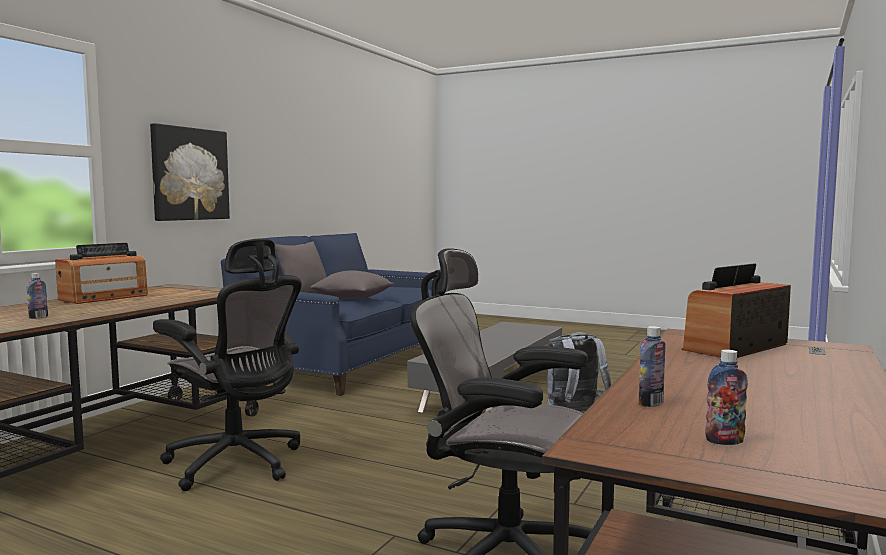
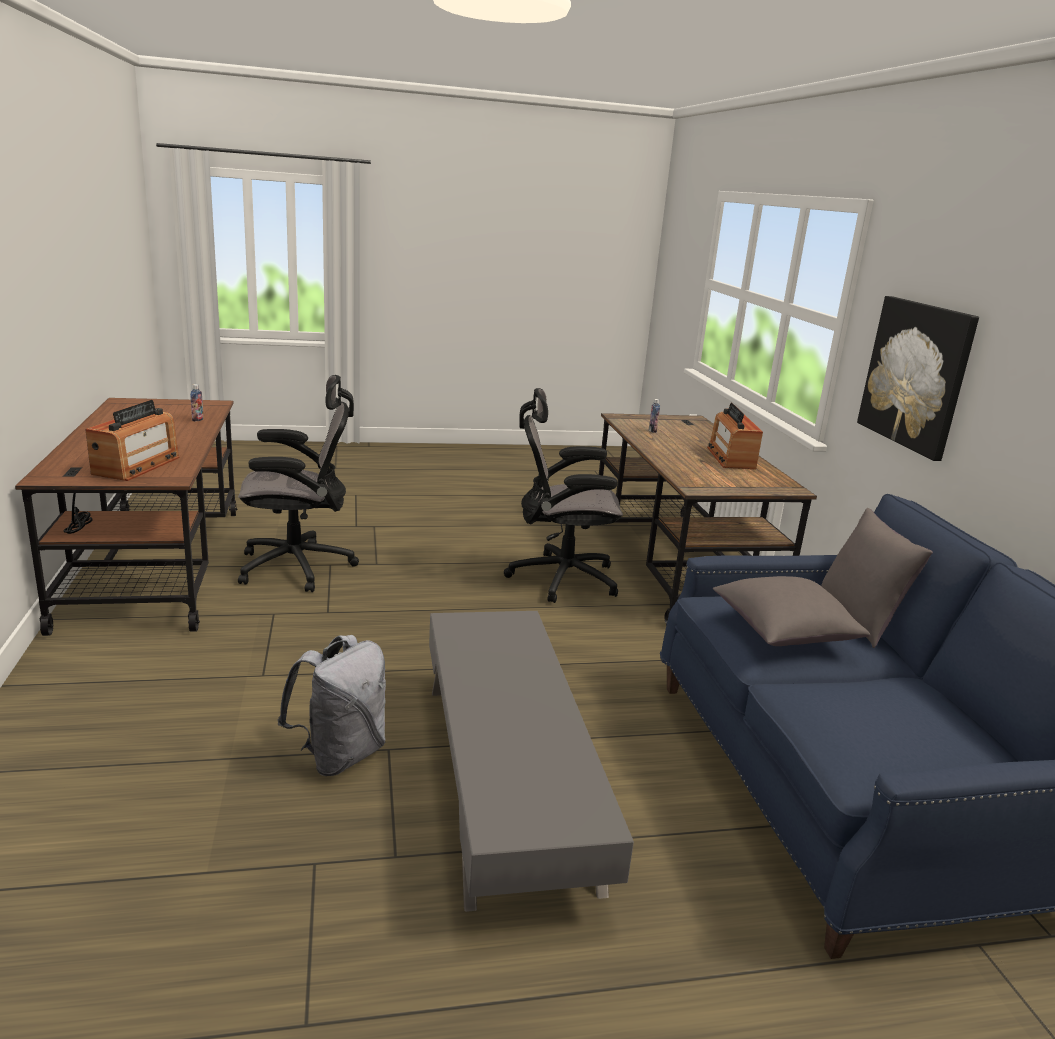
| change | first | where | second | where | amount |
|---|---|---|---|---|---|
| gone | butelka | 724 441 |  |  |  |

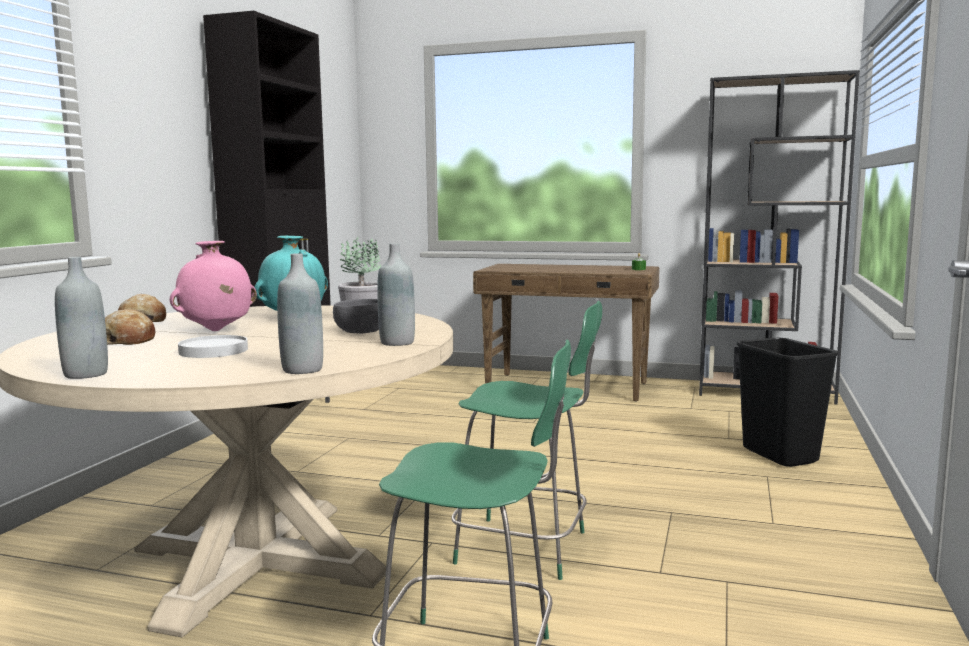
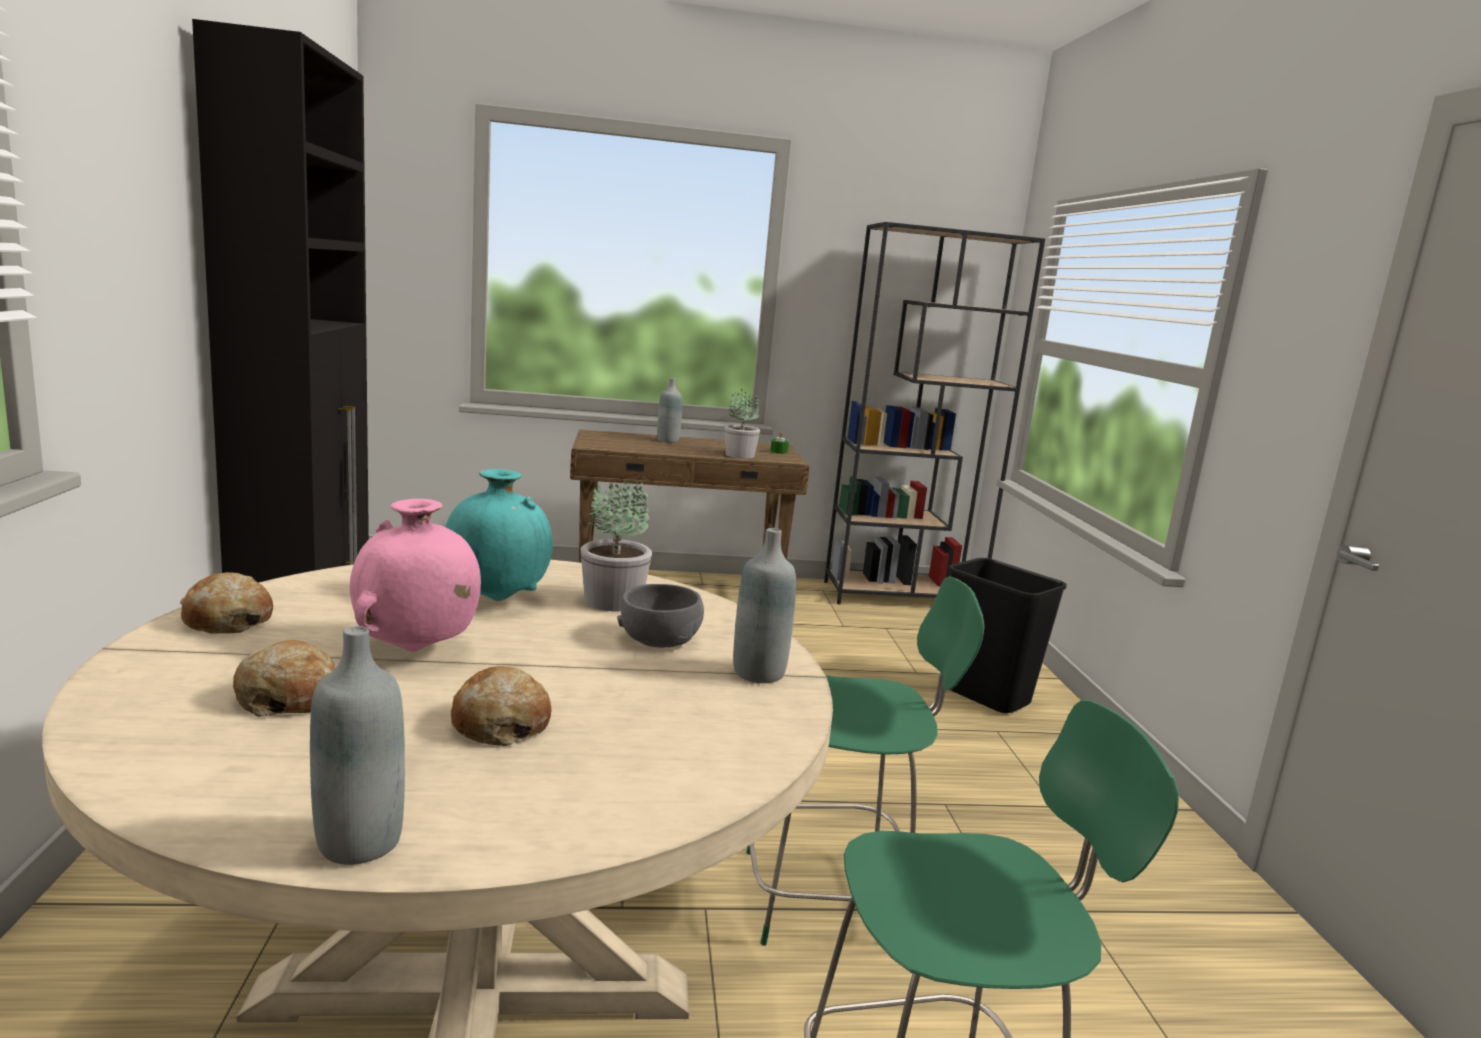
| change | first | where | second | where | amount |
|---|---|---|---|---|---|
| swapped | talerz [biały] | 213 351 | chleb | 500 724 |  |
| shifted | butelka [szary] | 302 370 |  | 668 440 |  |
| new |  |  | roślina doniczkowa | 739 455 |  |

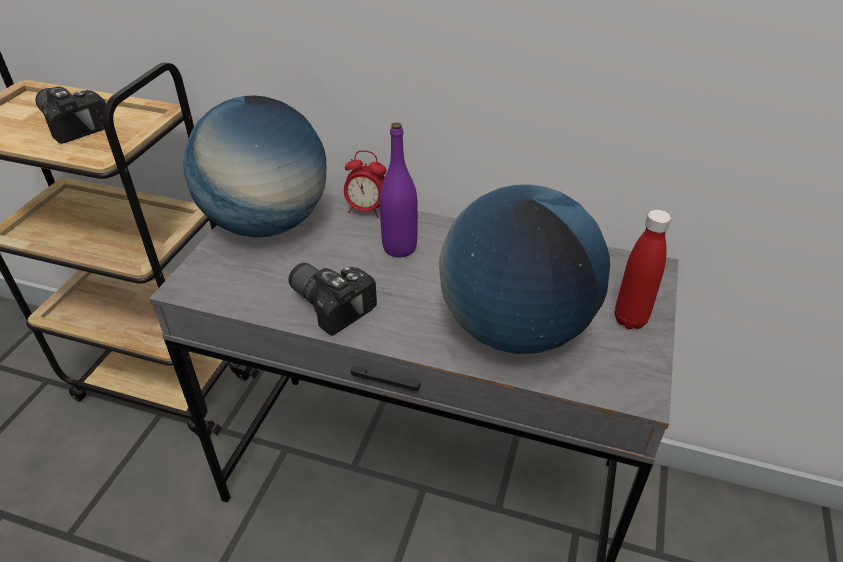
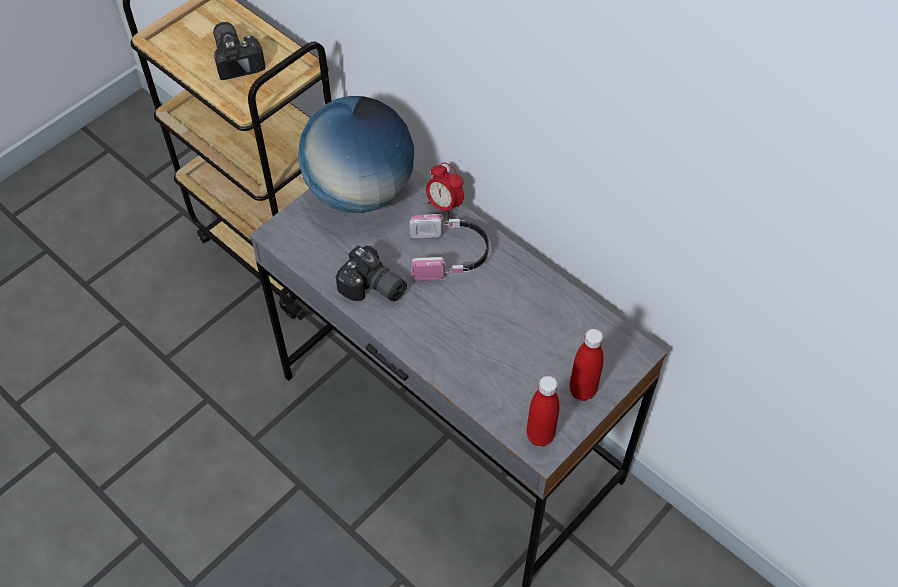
| change | first | where | second | where | amount |
|---|---|---|---|---|---|
| rotated | aparat fotograficzny | 332 303 |  | 373 289 | 150 degrees clockwise |
| swapped | butelka [fioletowy] | 399 248 | słuchawki | 449 255 |  |
| new |  |  | butelka [czerwony] | 540 435 |  |
| gone | globus | 515 329 |  |  |  |

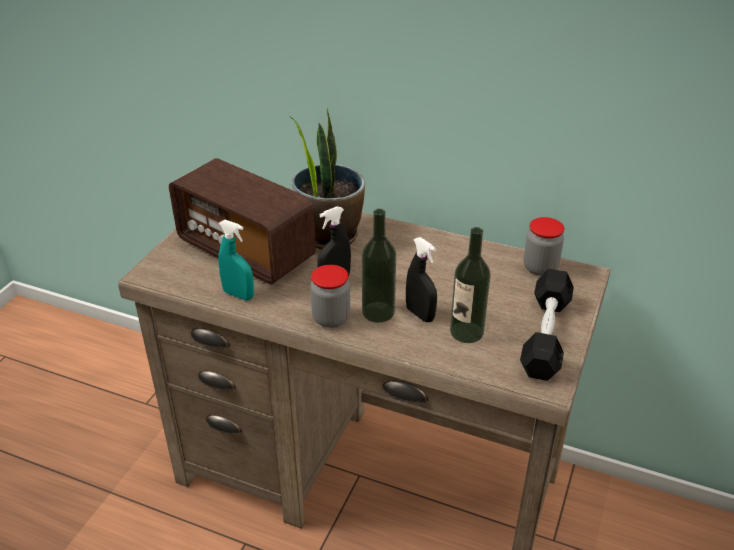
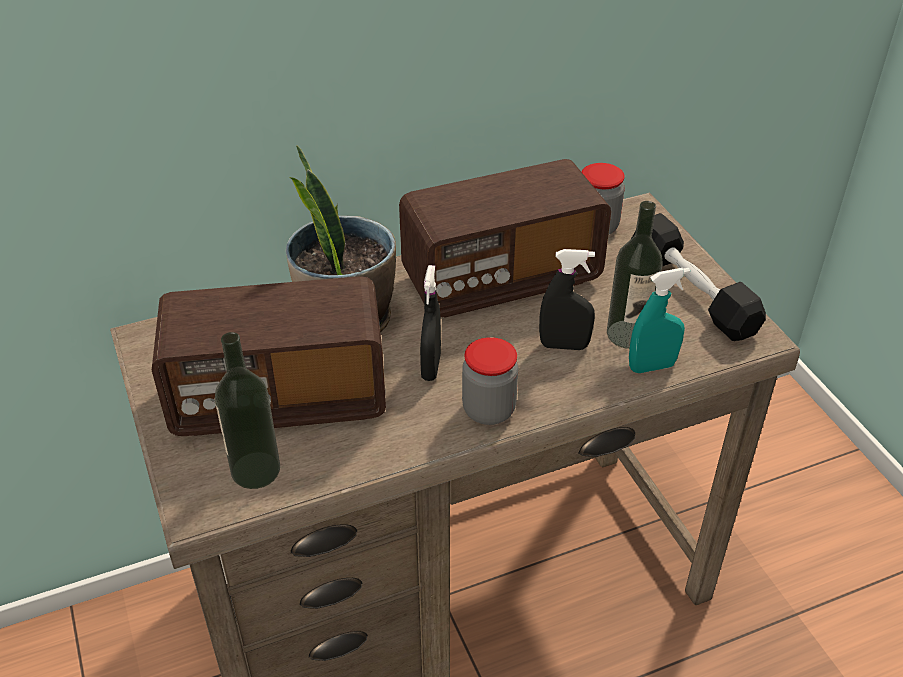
| change | first | where | second | where | amount |
|---|---|---|---|---|---|
| shifted | butelka | 378 312 |  | 255 470 |  |
| new |  |  | radio | 501 279 |  |
| shifted | spryskiwacz [turkusowy] | 238 295 |  | 652 366 |  |

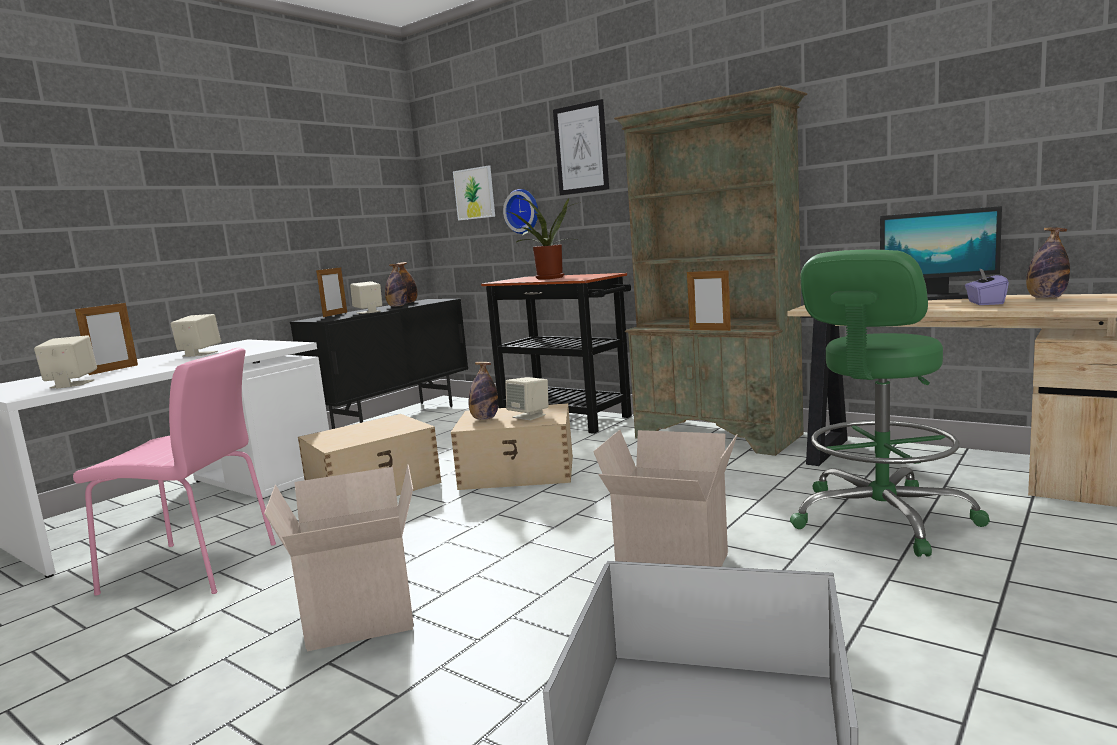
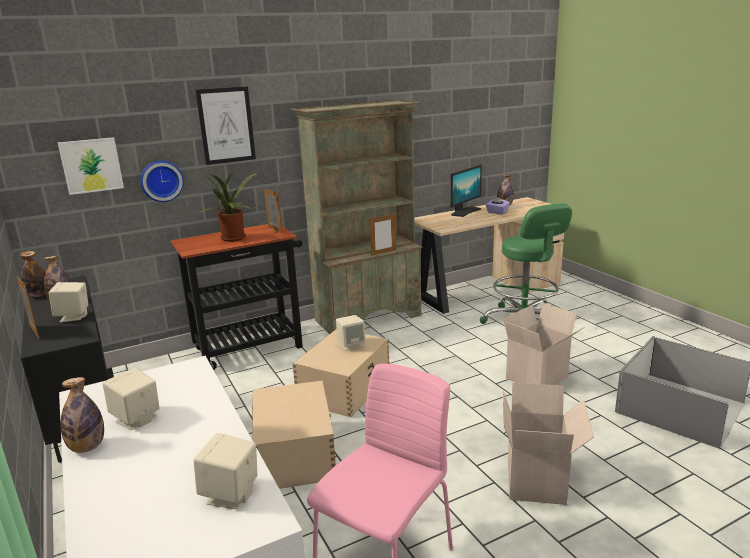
| change | first | where | second | where | amount |
|---|---|---|---|---|---|
| shifted | butelka | 484 419 |  | 87 447 |  |
| shifted | ramka na zdjęcie | 114 370 |  | 274 230 |  |

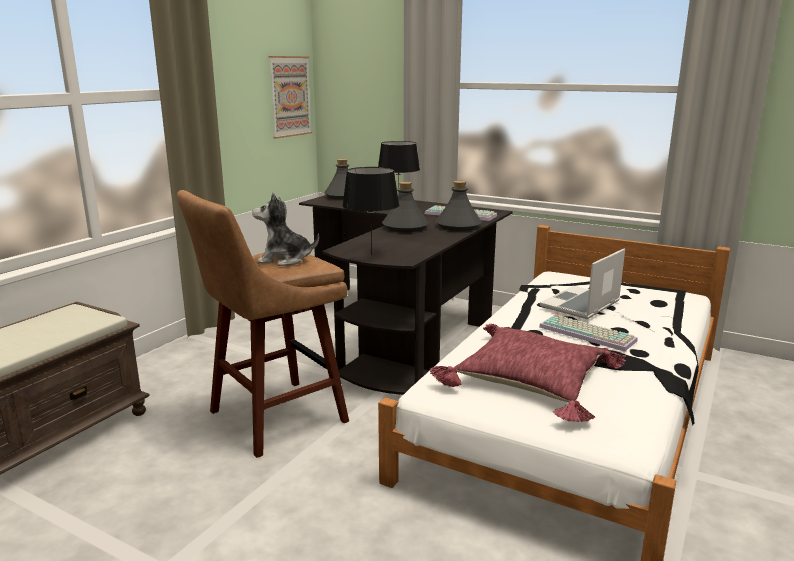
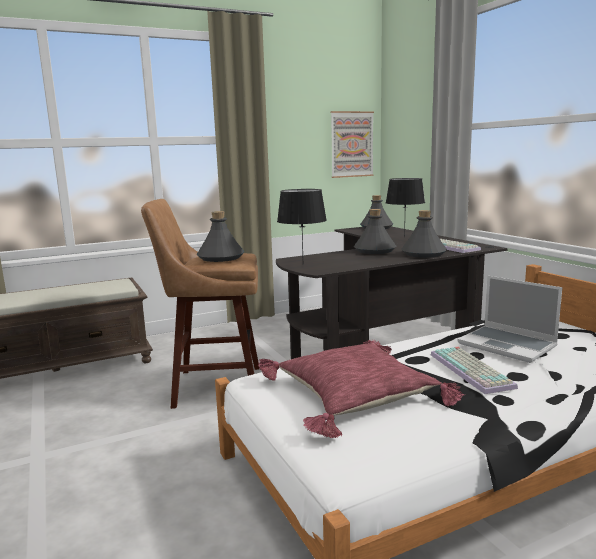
| change | first | where | second | where | amount |
|---|---|---|---|---|---|
| swapped | pluszak | 284 260 | butelka [szary] | 220 258 |  |
| rotated | laptop | 580 305 |  | 508 345 | 120 degrees counterclockwise |

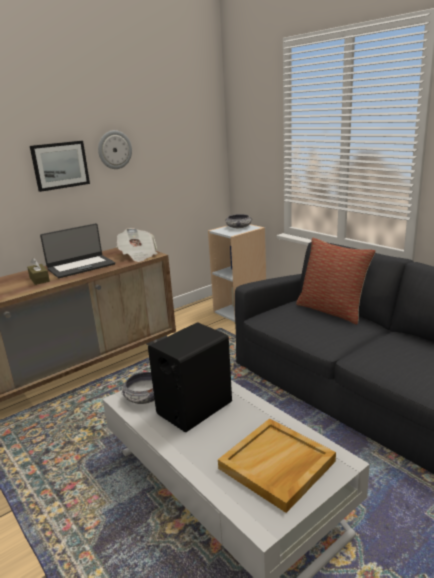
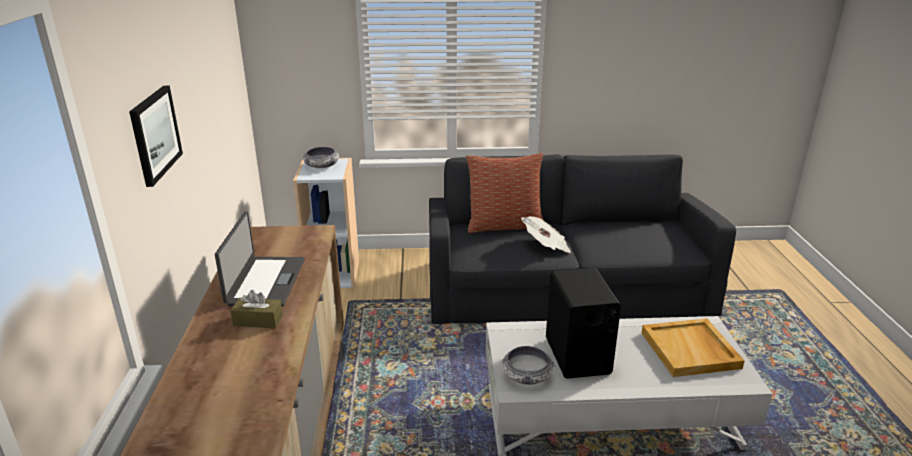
| change | first | where | second | where | amount |
|---|---|---|---|---|---|
| shifted | gazeta | 138 255 |  | 546 246 |  |
| gone | zegar ścienny | 114 150 |  |  |  |

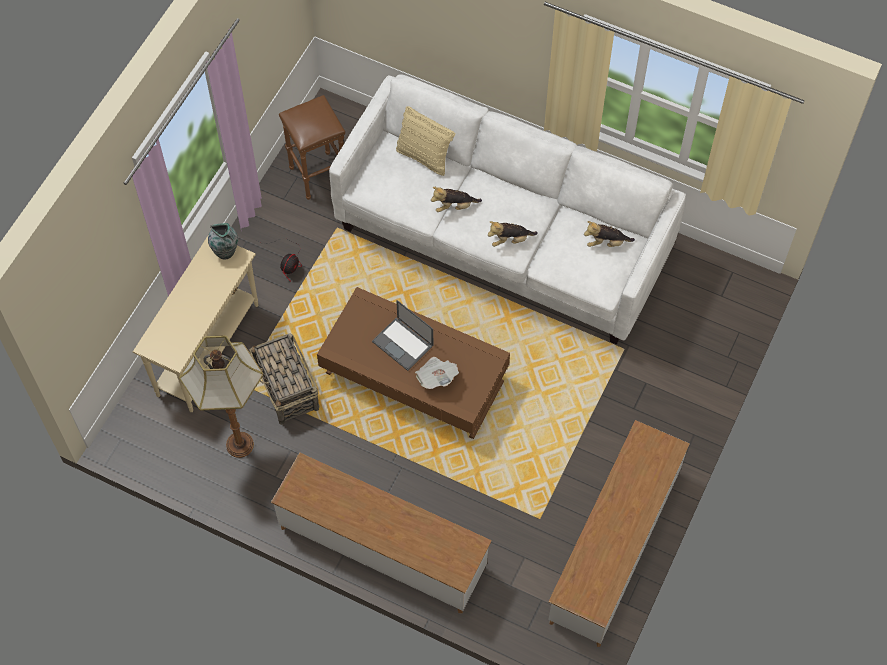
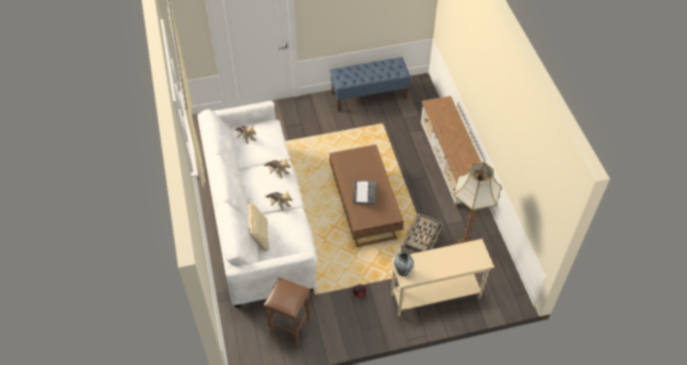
| change | first | where | second | where | amount |
|---|---|---|---|---|---|
| swapped | szafka pod telewizor | 614 546 | ławka [niebieski] | 369 96 |  |
| gone | gazeta | 436 377 |  |  |  |

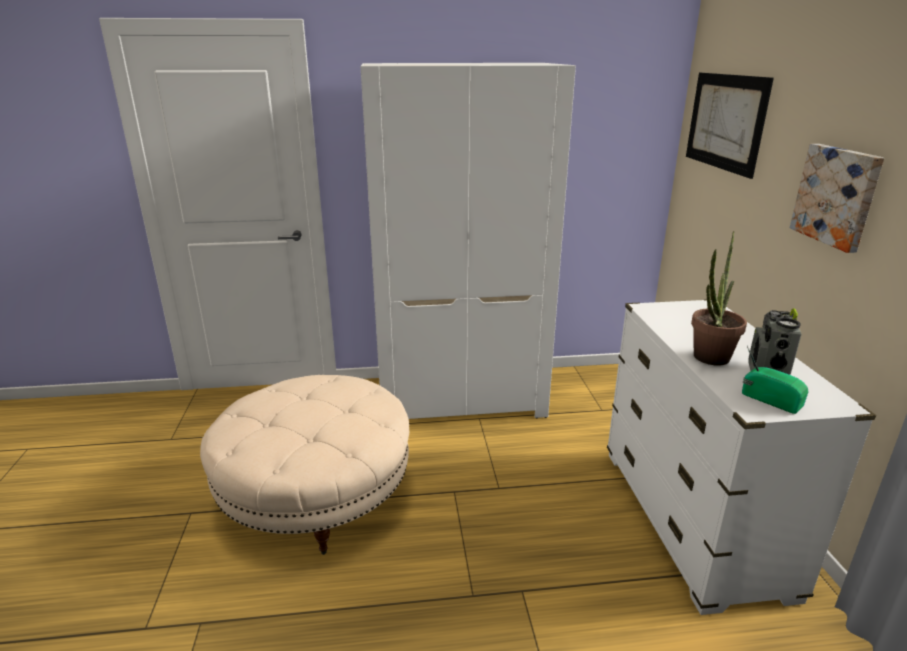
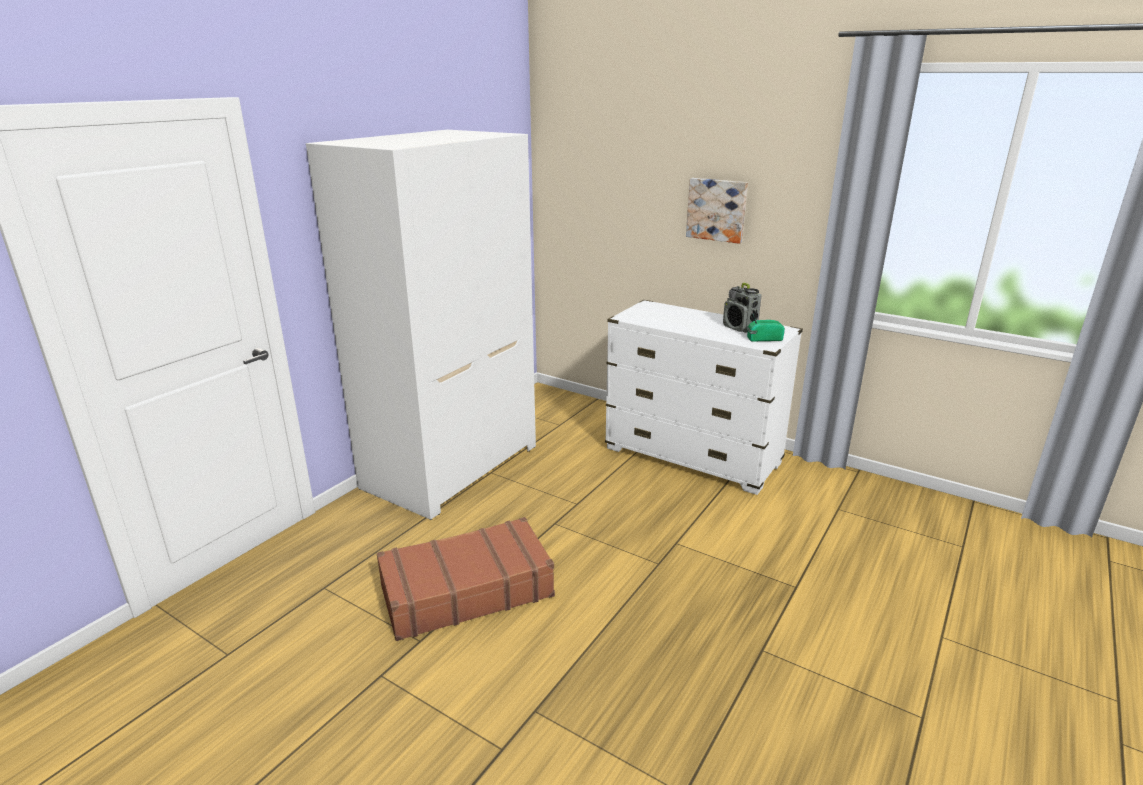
| change | first | where | second | where | amount |
|---|---|---|---|---|---|
| swapped | pufa [beżowy] | 316 496 | walizka [brązowy] | 466 590 |  |
| gone | obraz | 725 122 |  |  |  |
| gone | roślina doniczkowa | 708 360 |  |  |  |

